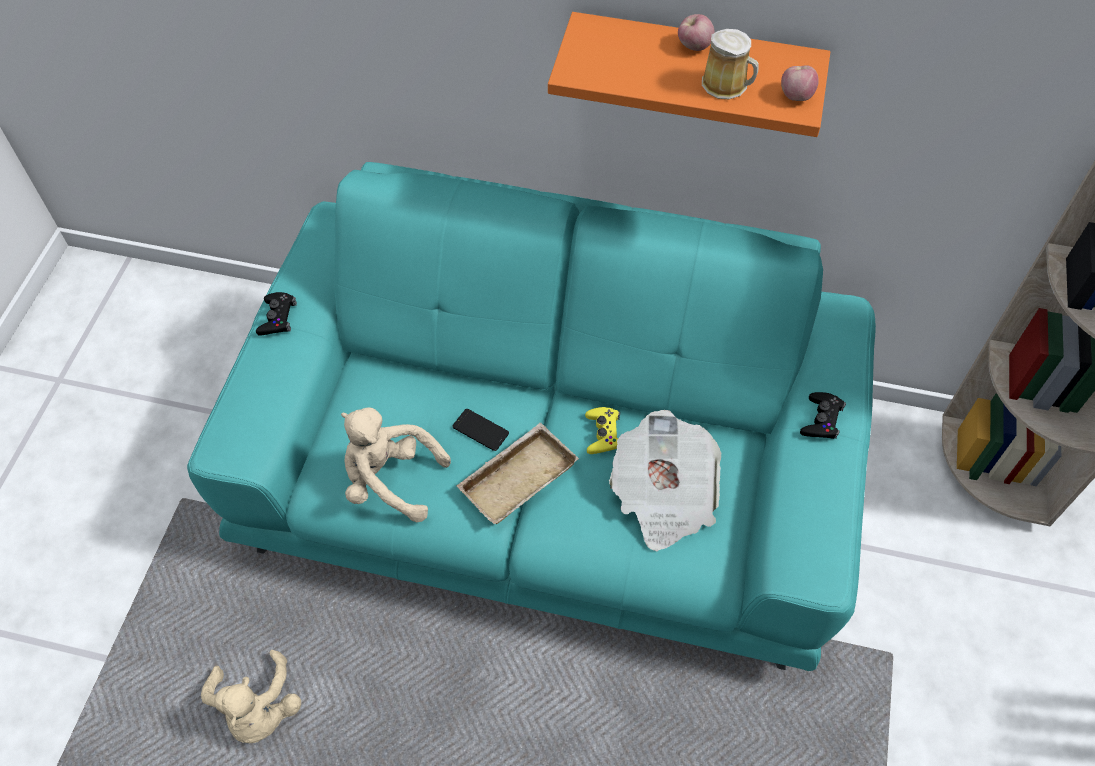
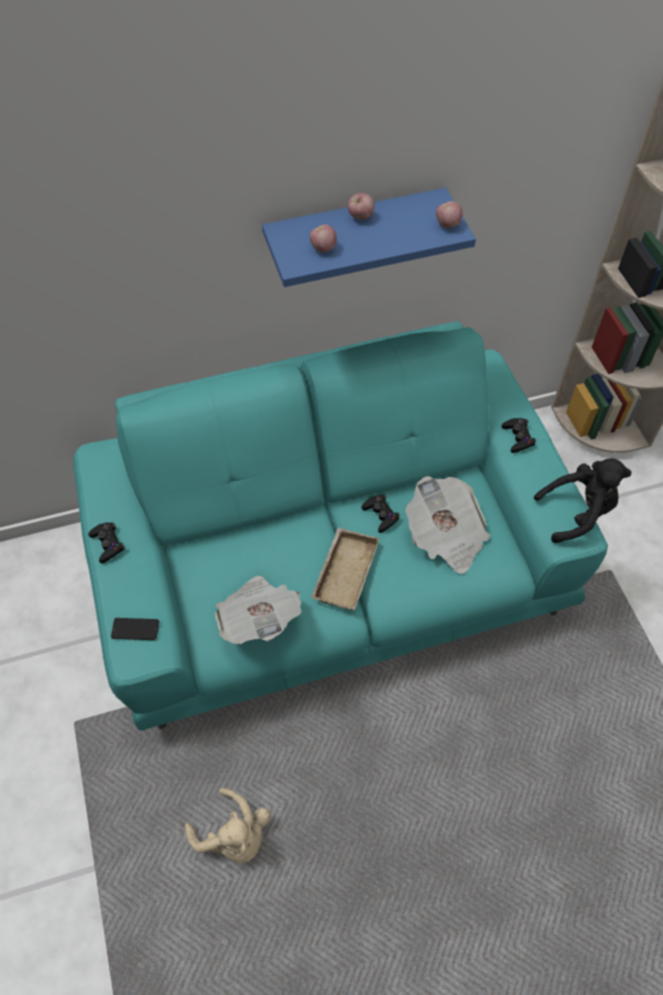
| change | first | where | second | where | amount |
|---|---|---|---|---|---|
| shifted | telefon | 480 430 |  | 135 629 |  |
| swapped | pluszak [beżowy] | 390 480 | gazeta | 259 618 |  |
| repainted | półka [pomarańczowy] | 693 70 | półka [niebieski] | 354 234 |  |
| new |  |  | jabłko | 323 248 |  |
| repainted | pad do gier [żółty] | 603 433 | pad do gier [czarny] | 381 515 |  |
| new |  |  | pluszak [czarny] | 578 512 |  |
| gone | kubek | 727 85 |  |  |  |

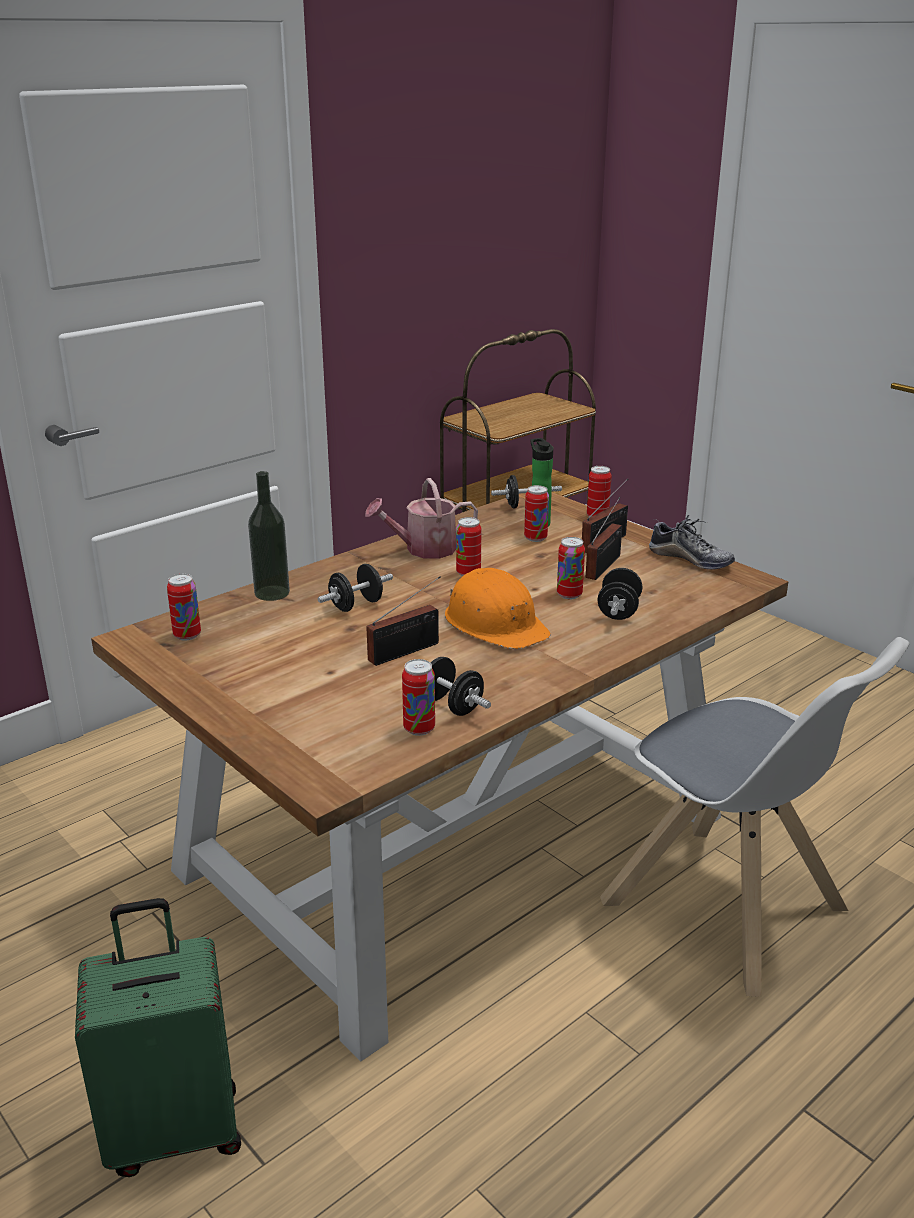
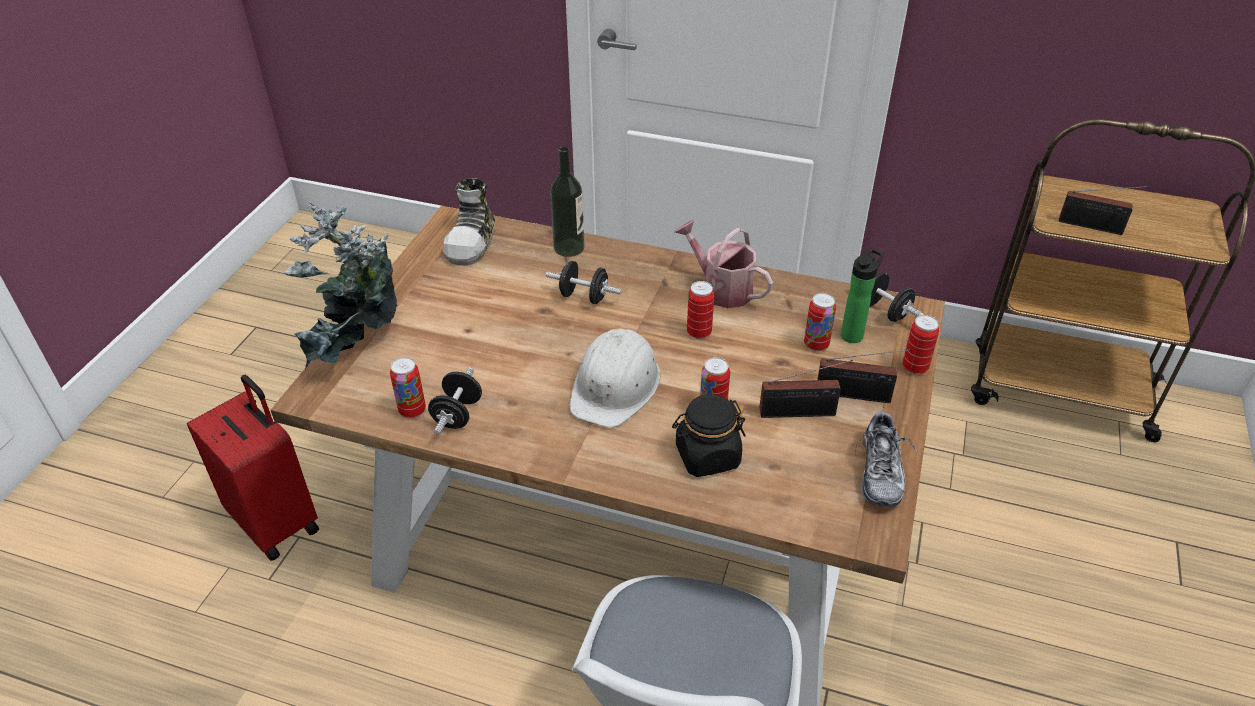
| change | first | where | second | where | amount |
|---|---|---|---|---|---|
| repainted | walizka [zielony] | 175 1129 | walizka [czerwony] | 277 522 |  |
| new |  |  | roślina doniczkowa | 362 351 |  |
| swapped | puszka | 187 635 | but | 473 241 |  |
| repainted | kask [pomarańczowy] | 495 623 | kask [biały] | 616 385 |  |
| swapped | hantel [czarny] | 618 611 | słoik [czarny] | 707 456 |  |
| shifted | radio | 408 651 |  | 1094 227 |  |

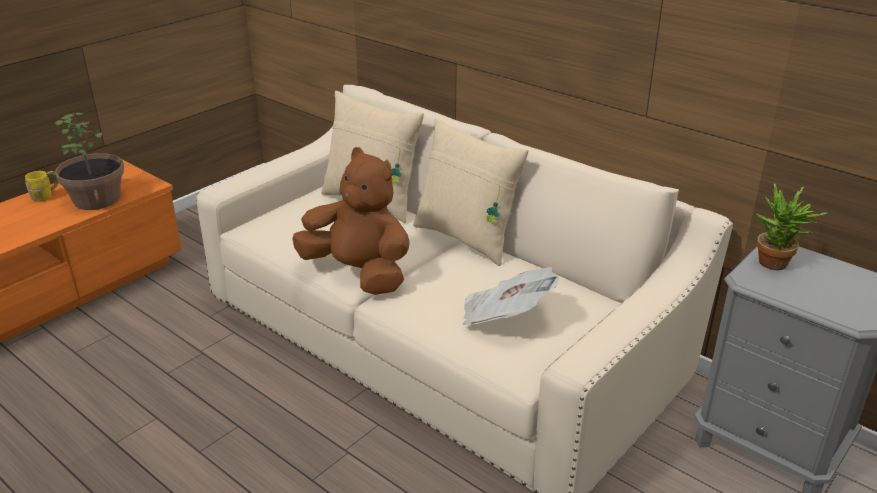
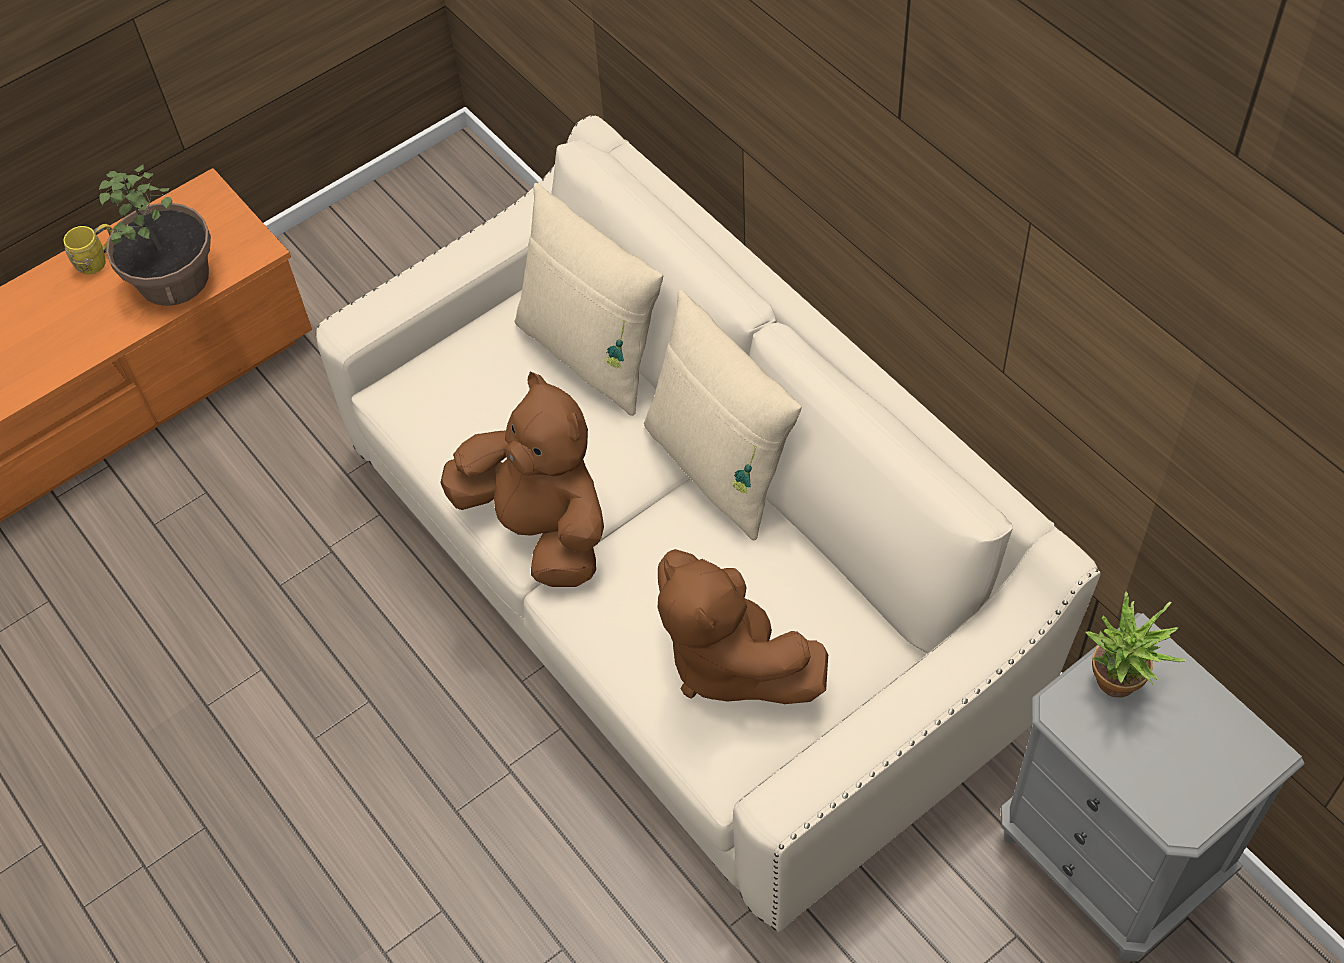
| change | first | where | second | where | amount |
|---|---|---|---|---|---|
| swapped | gazeta | 505 317 | pluszak [brązowy] | 729 659 |  |

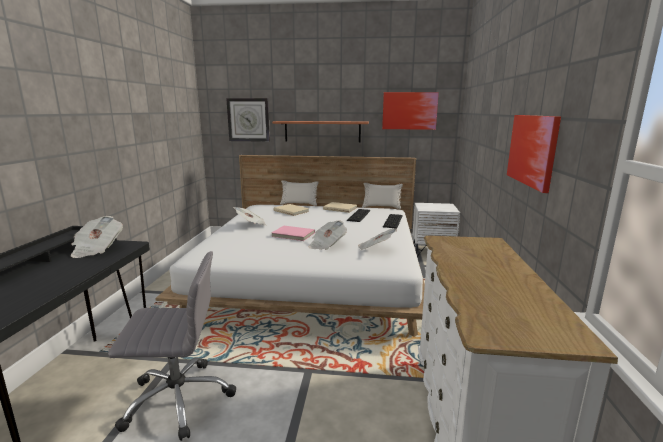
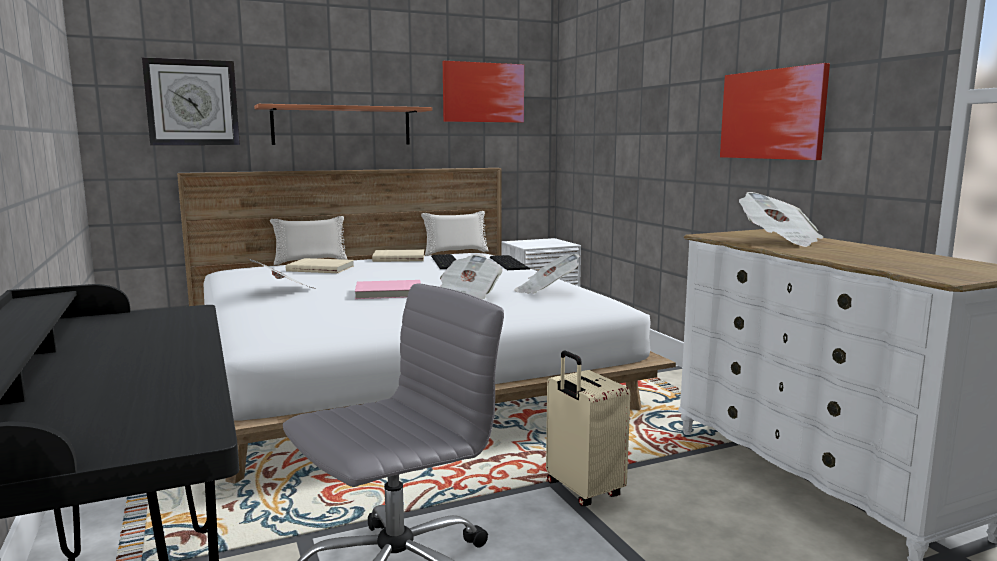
| change | first | where | second | where | amount |
|---|---|---|---|---|---|
| new |  |  | walizka [beżowy] | 582 491 |  |
| shifted | gazeta | 97 249 |  | 779 241 |  |

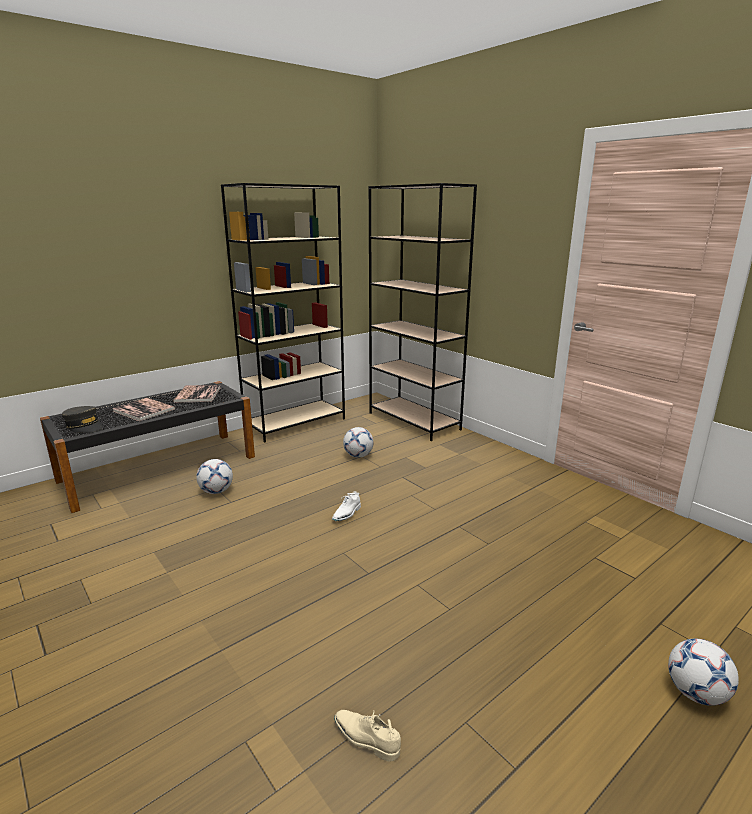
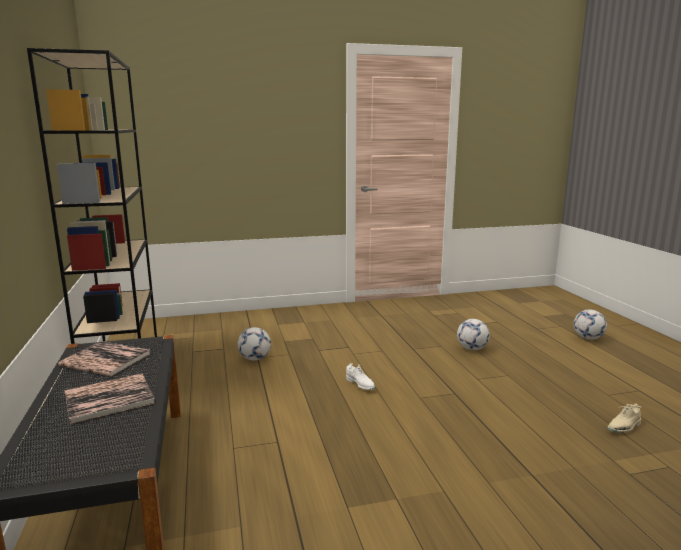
| change | first | where | second | where | amount |
|---|---|---|---|---|---|
| shifted | piłka futbolowa | 216 491 |  | 472 349 |  |
| gone | czapka z daszkiem [szary] | 84 426 |  |  |  |
| gone | regał [beżowy] | 414 421 |  |  |  |

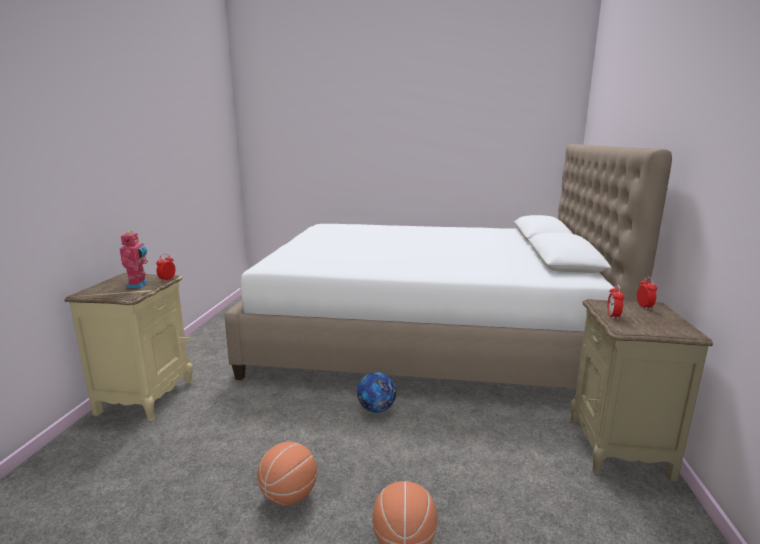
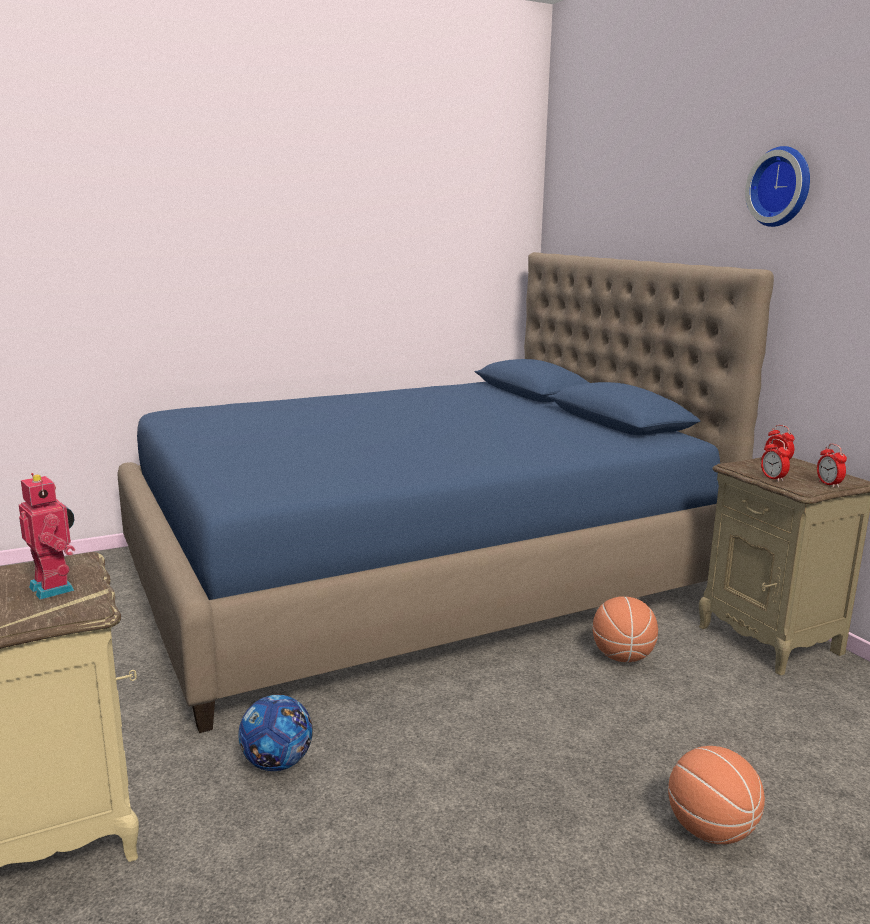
| change | first | where | second | where | amount |
|---|---|---|---|---|---|
| repainted | łóżko [biały] | 426 337 | łóżko [niebieski] | 418 574 |  |
| shifted | piłka futbolowa | 376 409 |  | 277 763 |  |
| shifted | piłka do koszykówki | 289 495 |  | 622 657 |  |
| new |  |  | zegar ścienny | 782 187 |  |
| shifted | budzik | 167 279 |  | 828 484 |  |

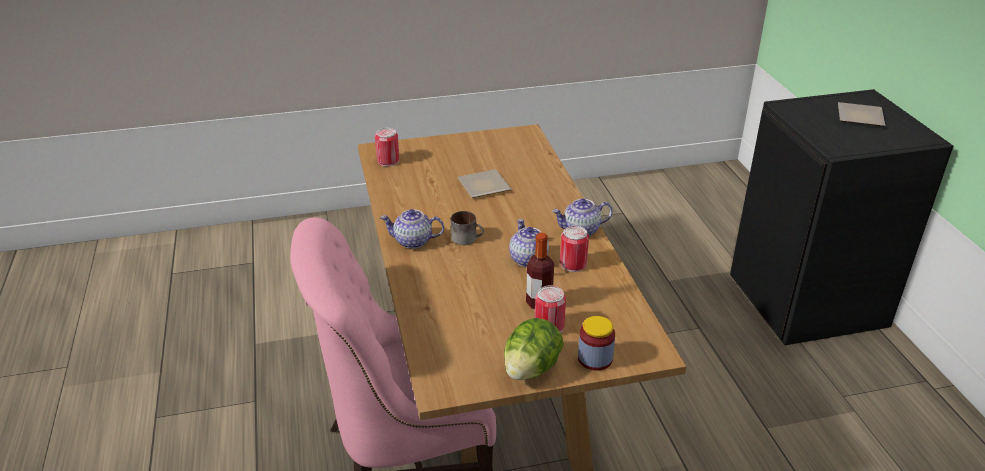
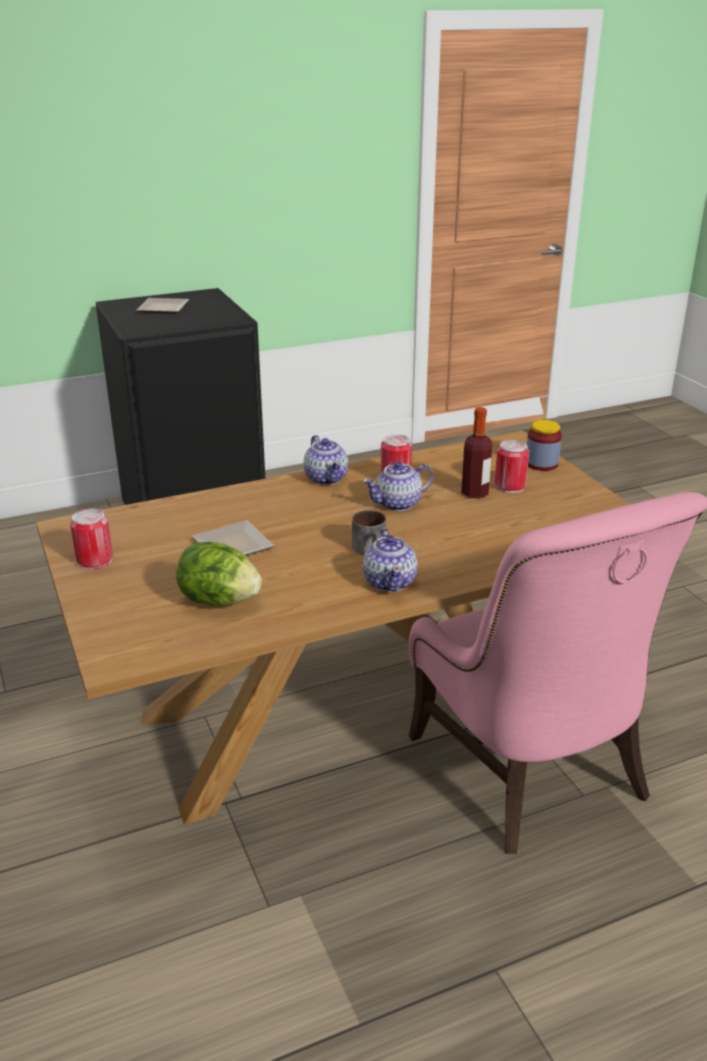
| change | first | where | second | where | amount |
|---|---|---|---|---|---|
| shifted | puszka | 388 161 |  | 95 560 |  |
| shifted | sałata | 531 369 |  | 219 600 |  |

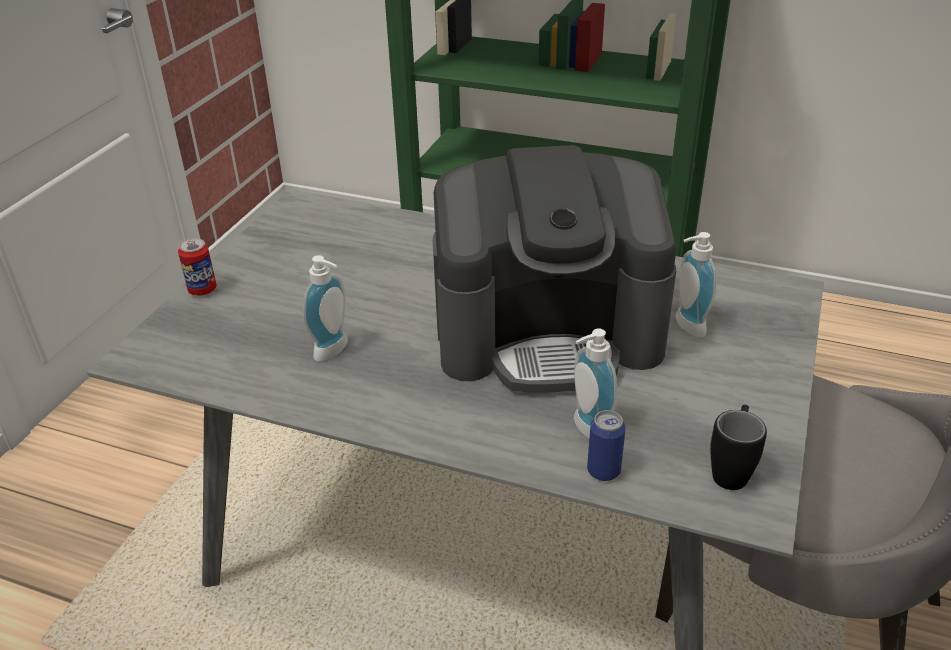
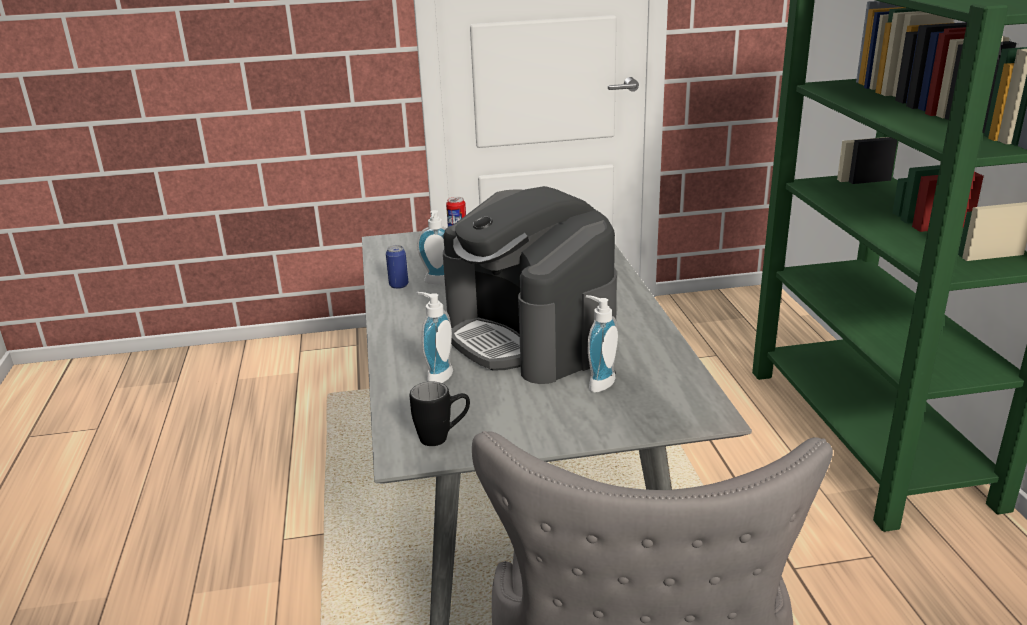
| change | first | where | second | where | amount |
|---|---|---|---|---|---|
| shifted | puszka | 603 471 |  | 398 285 |  |

